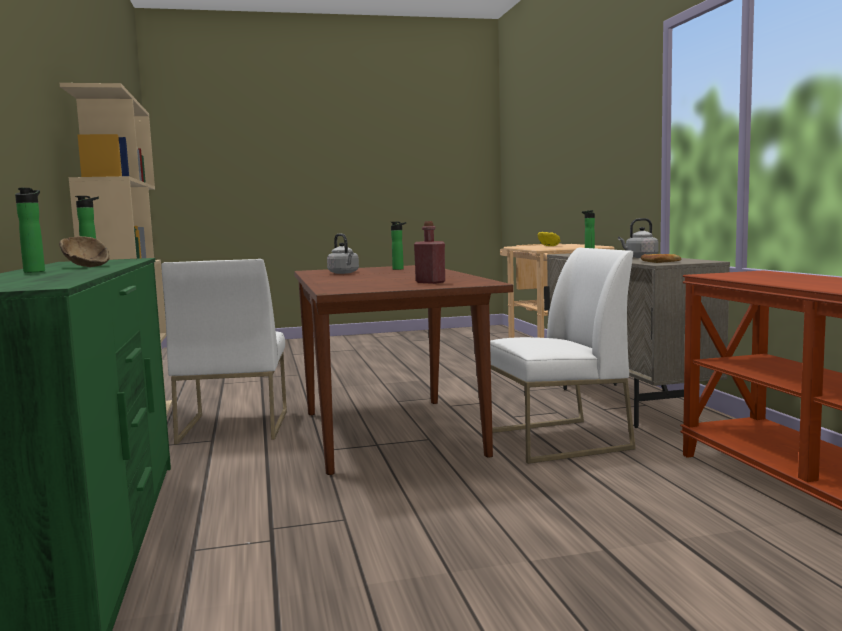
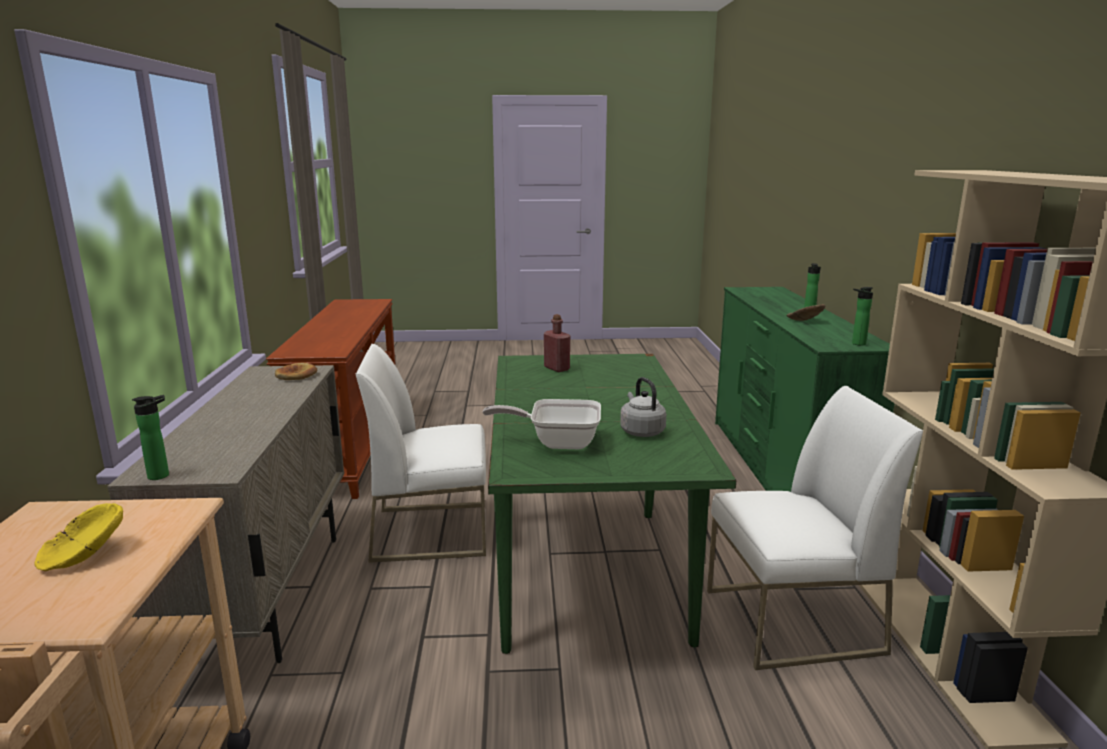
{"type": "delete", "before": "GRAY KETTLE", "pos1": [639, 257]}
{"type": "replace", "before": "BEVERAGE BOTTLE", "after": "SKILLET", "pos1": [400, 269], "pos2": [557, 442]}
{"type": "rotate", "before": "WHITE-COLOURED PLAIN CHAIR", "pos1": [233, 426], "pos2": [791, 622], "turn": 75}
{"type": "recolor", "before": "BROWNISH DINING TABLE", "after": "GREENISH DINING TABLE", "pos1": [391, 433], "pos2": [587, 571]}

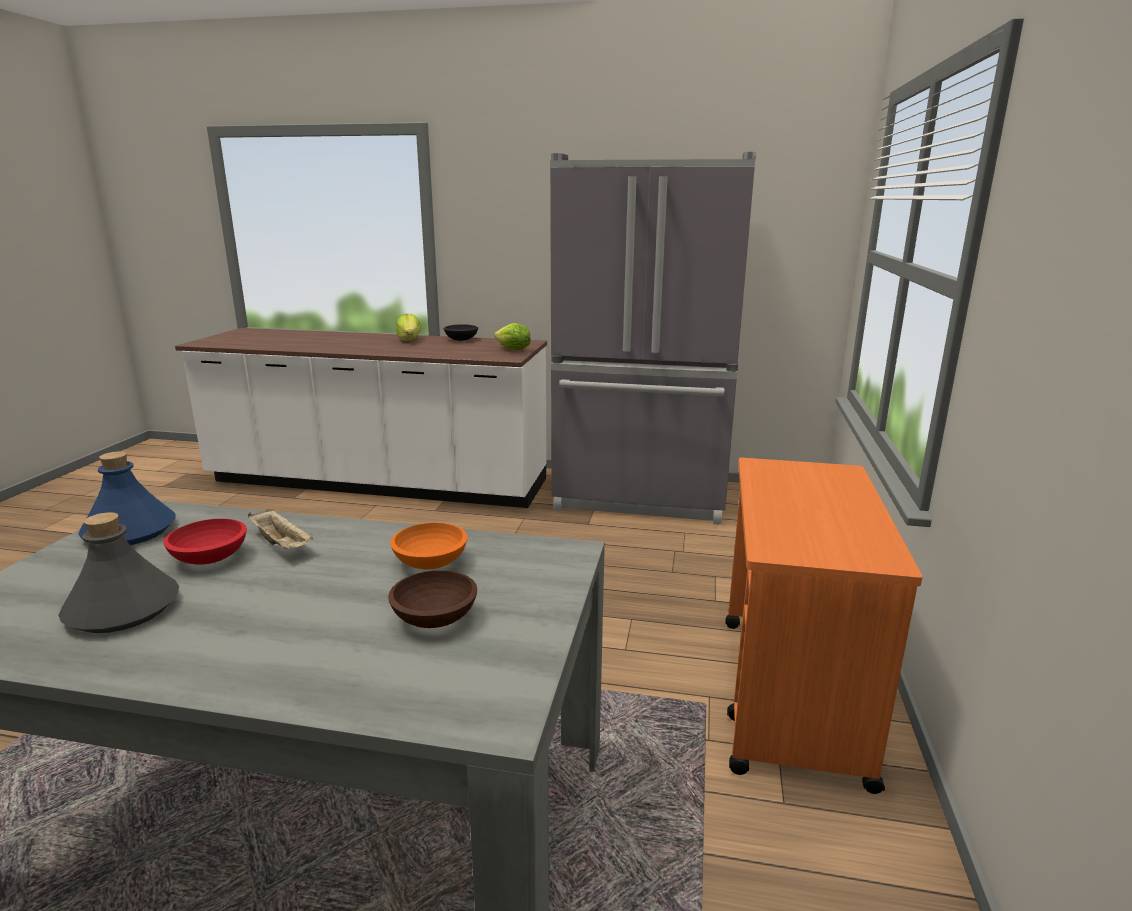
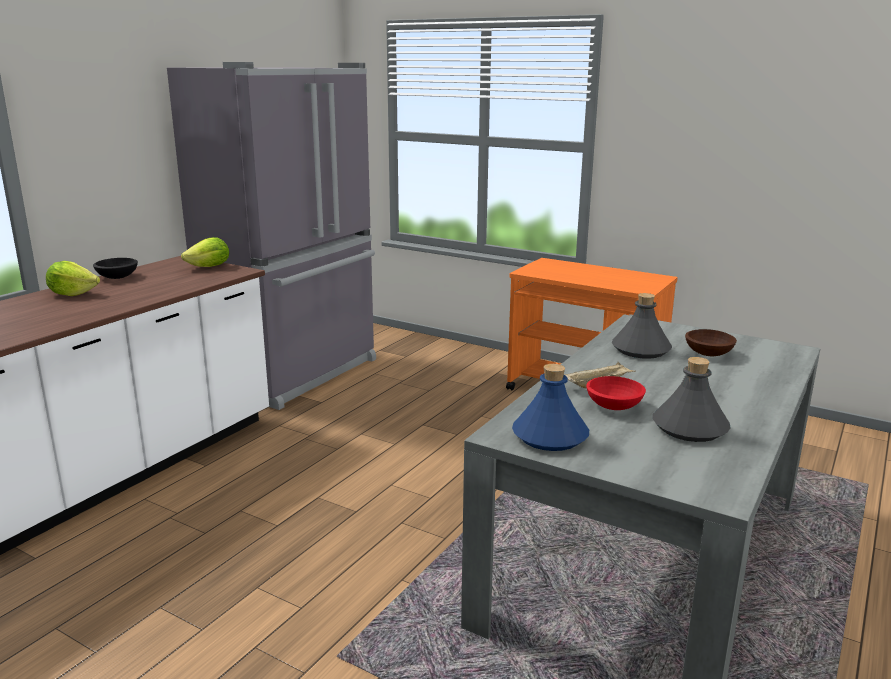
{"type": "replace", "before": "ORANGE BOWL", "after": "GRAY BEVERAGE BOTTLE", "pos1": [430, 563], "pos2": [641, 350]}

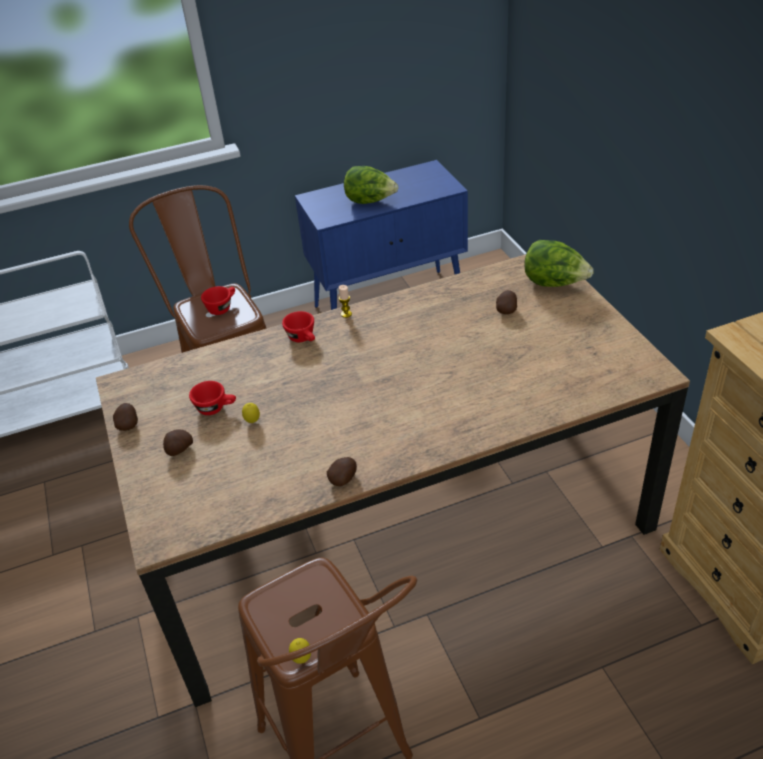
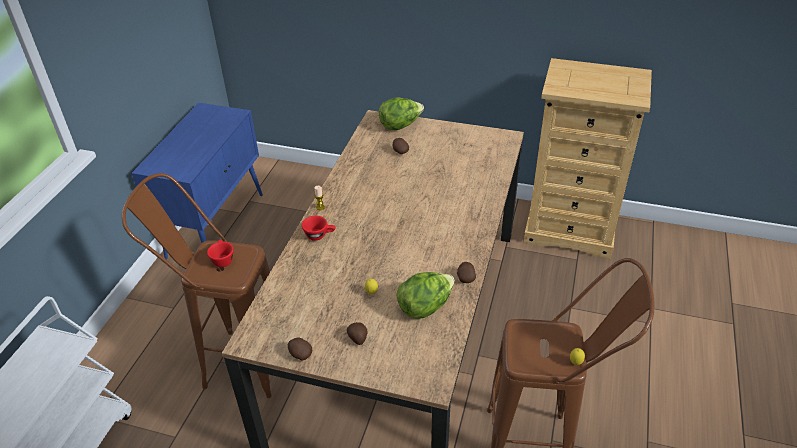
{"type": "move", "before": "LETTUCE HEAD", "pos1": [370, 201], "pos2": [425, 307]}
{"type": "delete", "before": "RED DRINKING CUP", "pos1": [216, 408]}

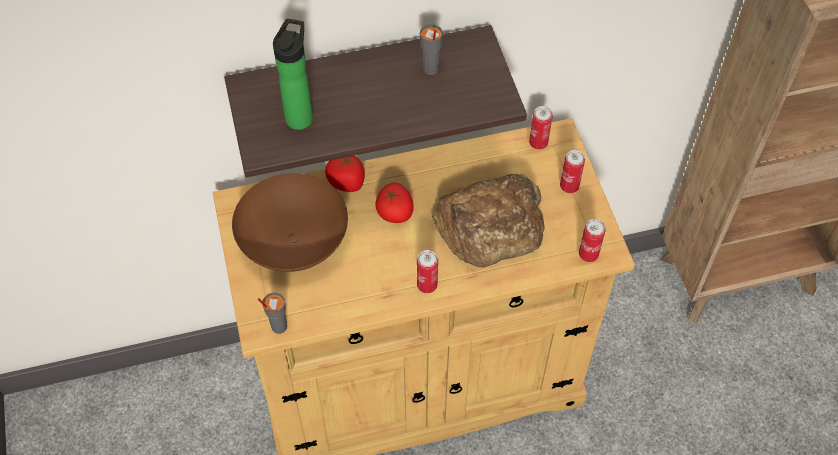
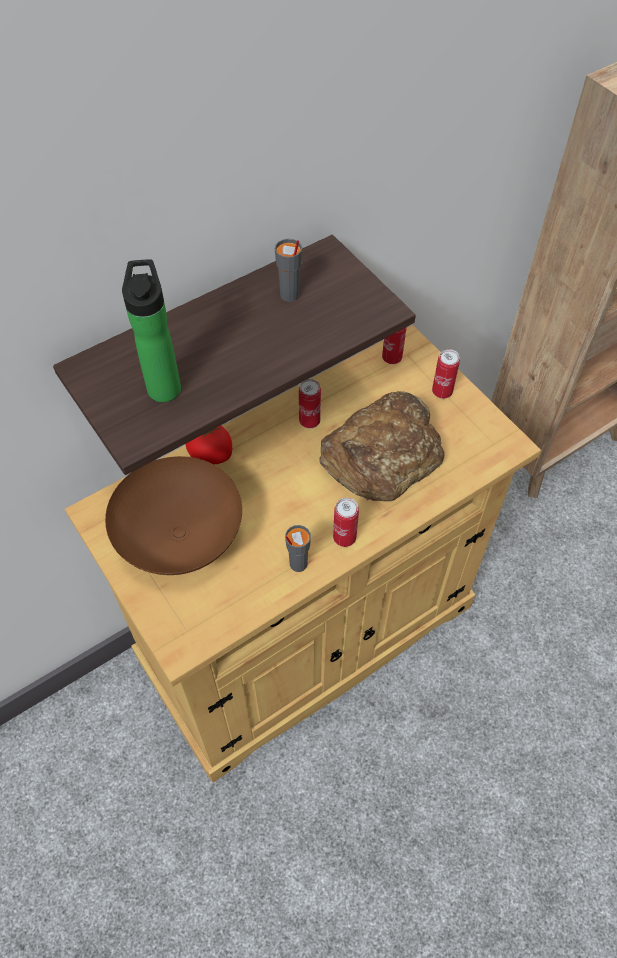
{"type": "delete", "before": "TOMATO", "pos1": [394, 212]}
{"type": "move", "before": "SEALED CAN", "pos1": [588, 255], "pos2": [309, 421]}
{"type": "move", "before": "GRAY DRINKING CUP", "pos1": [278, 326], "pos2": [297, 564]}

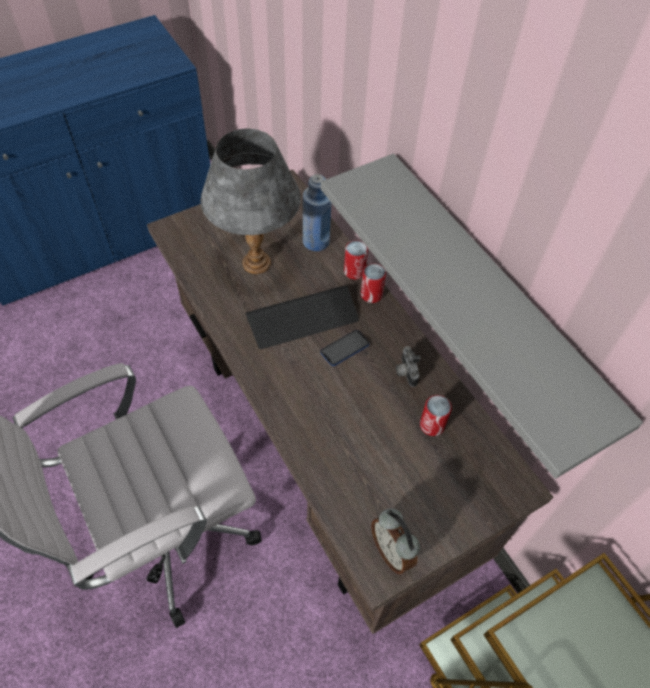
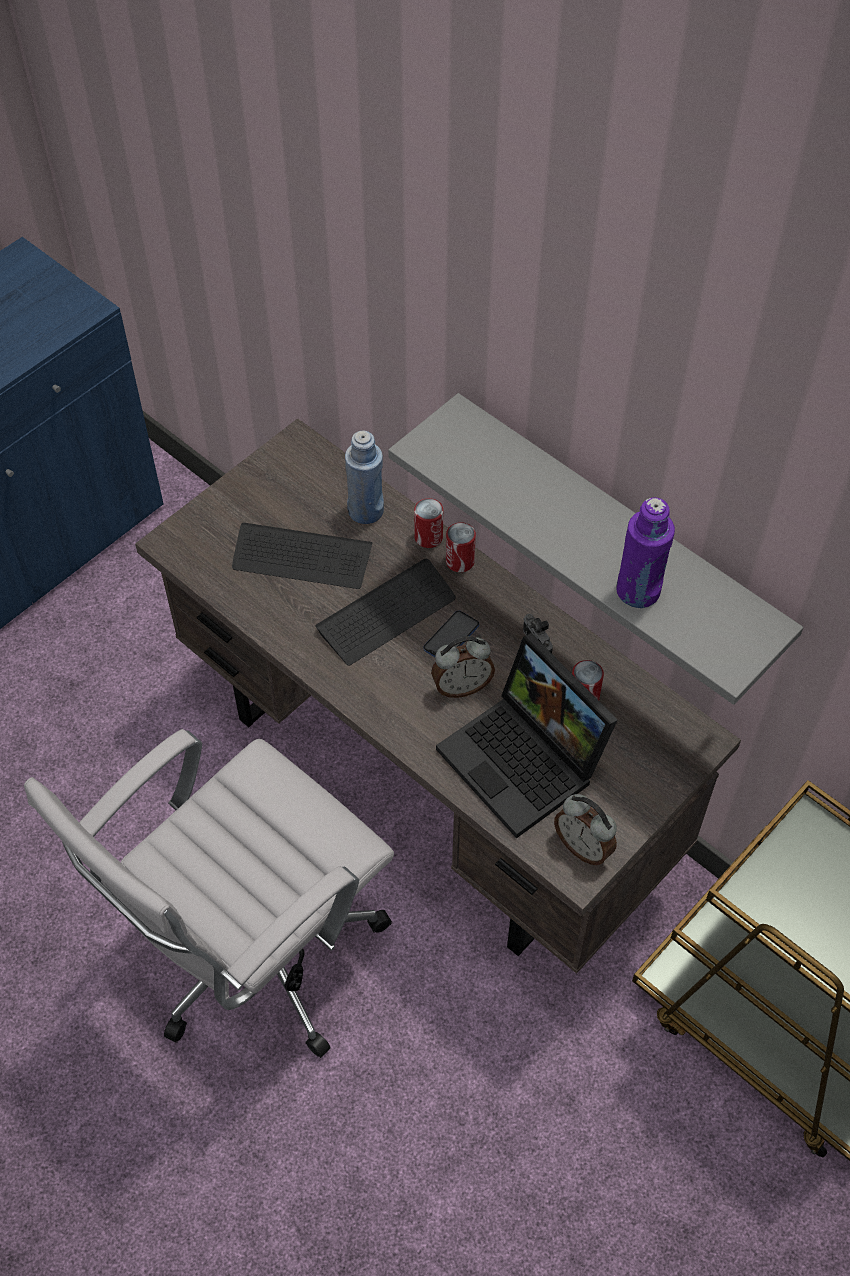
{"type": "replace", "before": "GRAY TABLE LAMP", "after": "KEYBOARD", "pos1": [257, 263], "pos2": [302, 558]}
{"type": "insert", "after": "PURPLISH BEVERAGE BOTTLE", "pos2": [638, 591]}
{"type": "insert", "after": "PORTABLE COMPUTER", "pos2": [526, 761]}
{"type": "insert", "after": "ALARM CLOCK", "pos2": [461, 686]}

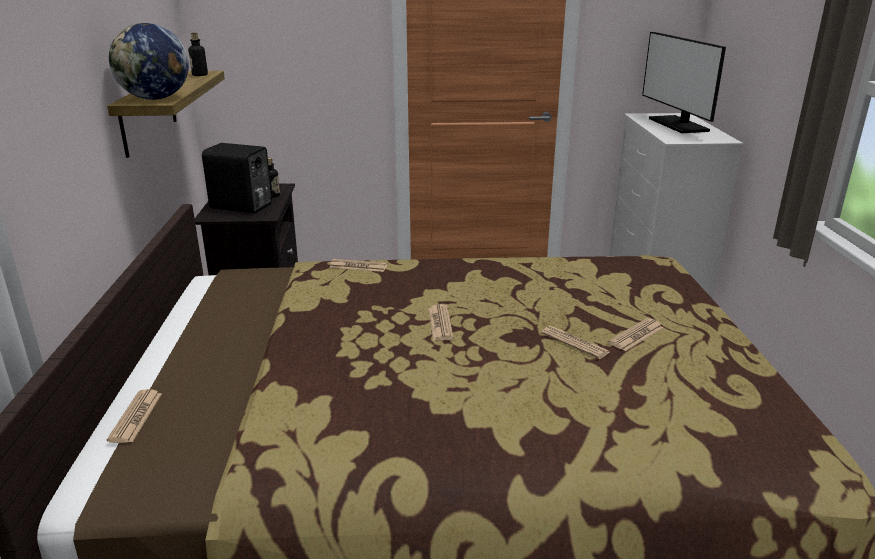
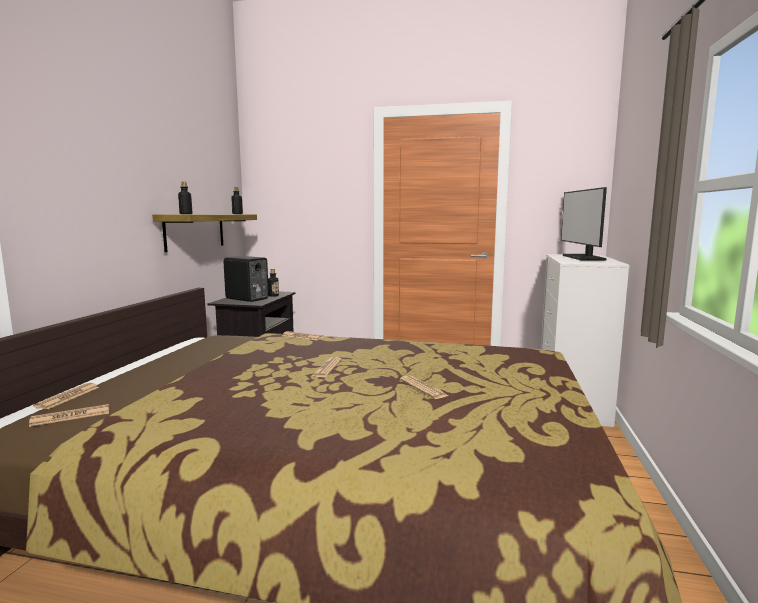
{"type": "replace", "before": "GLOBE", "after": "BEVERAGE BOTTLE", "pos1": [155, 99], "pos2": [186, 214]}
{"type": "move", "before": "NEWSPAPER", "pos1": [636, 335], "pos2": [71, 416]}

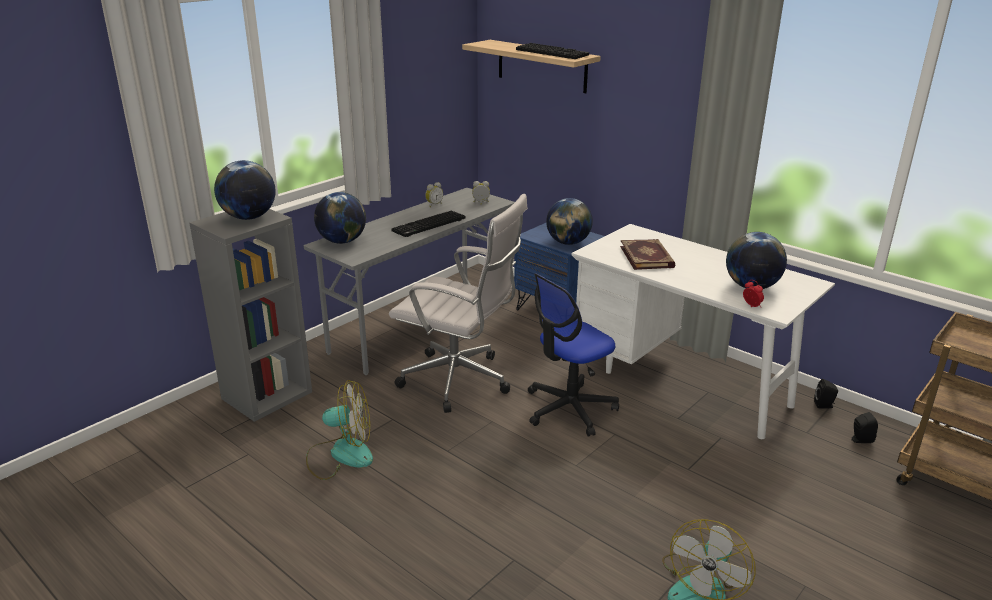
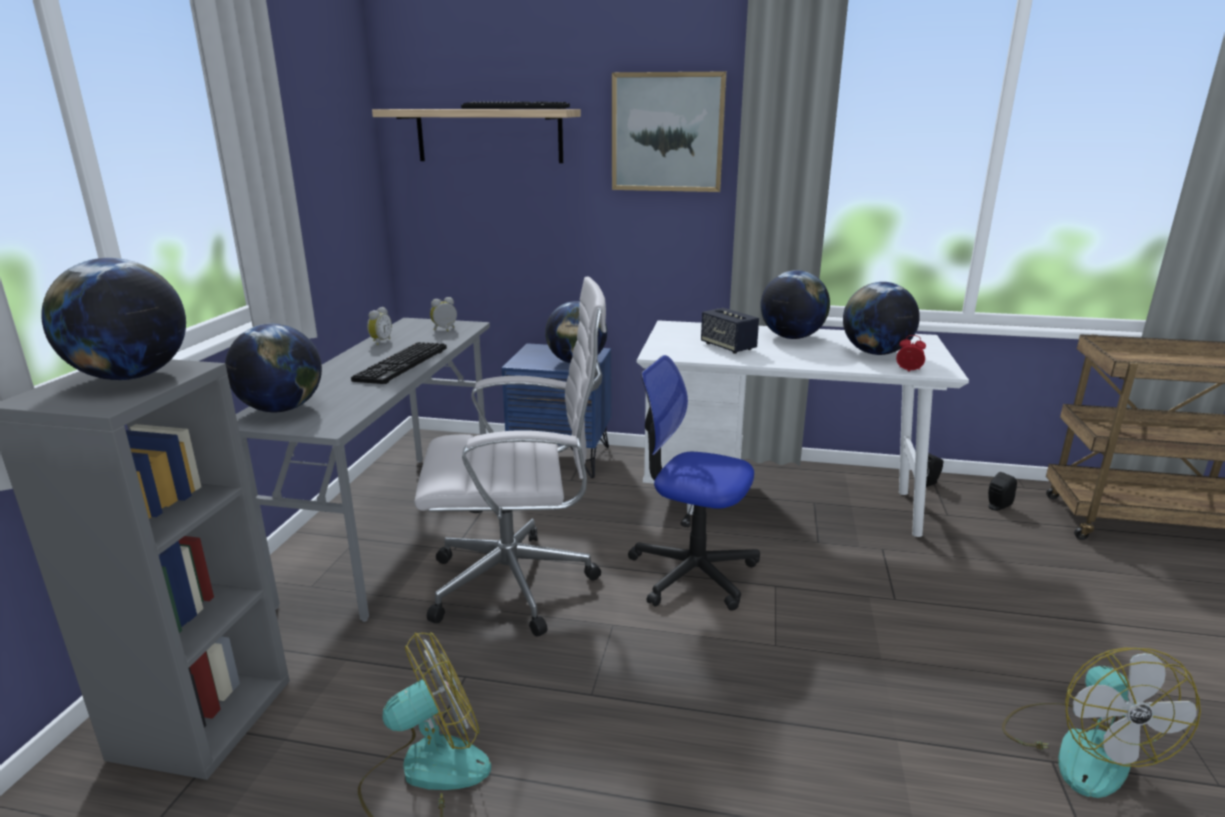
{"type": "replace", "before": "BOOK", "after": "LOUDSPEAKER", "pos1": [647, 257], "pos2": [728, 347]}
{"type": "rotate", "before": "DESK CHAIR", "pos1": [569, 409], "pos2": [692, 572], "turn": 90}
{"type": "insert", "after": "WALL ART", "pos2": [667, 132]}
{"type": "insert", "after": "GLOBE", "pos2": [791, 337]}

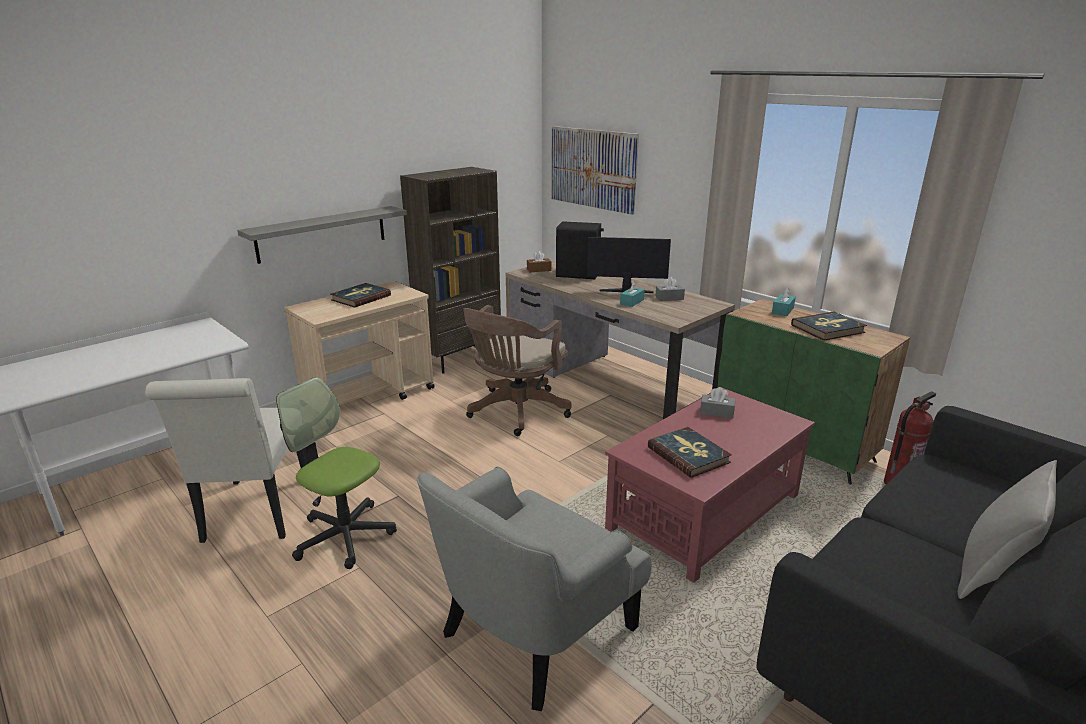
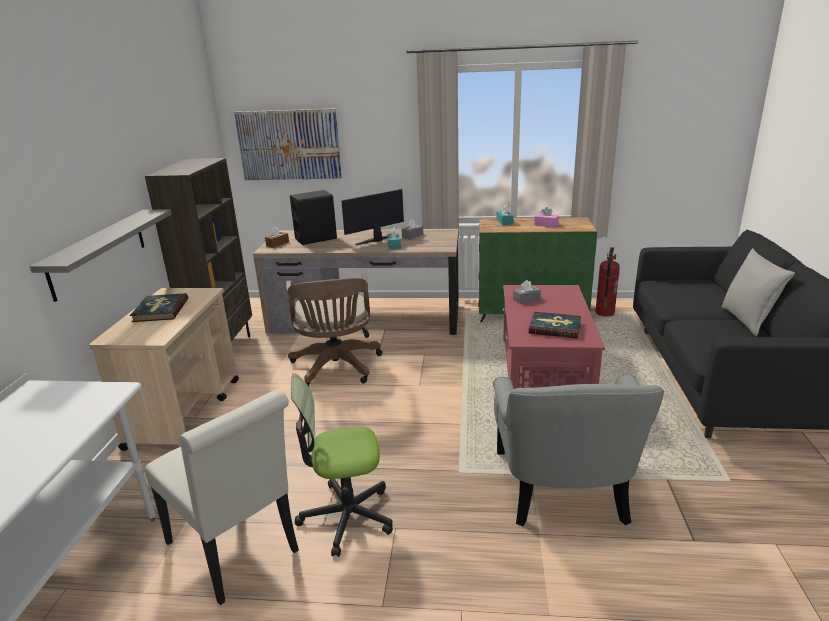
{"type": "replace", "before": "BOOK", "after": "PINKISH TISSUE BOX", "pos1": [828, 329], "pos2": [546, 224]}

